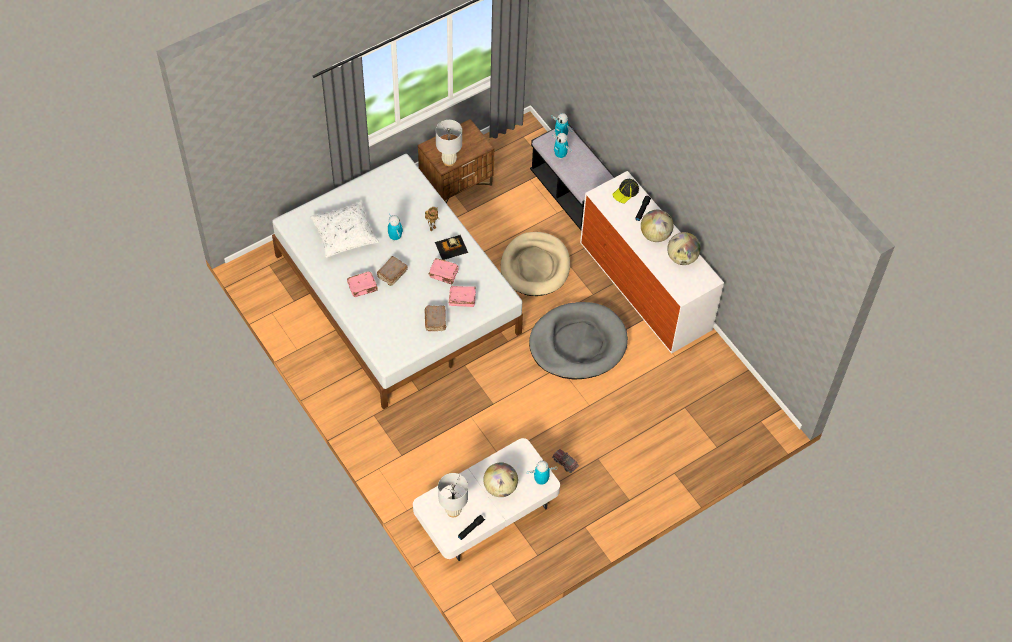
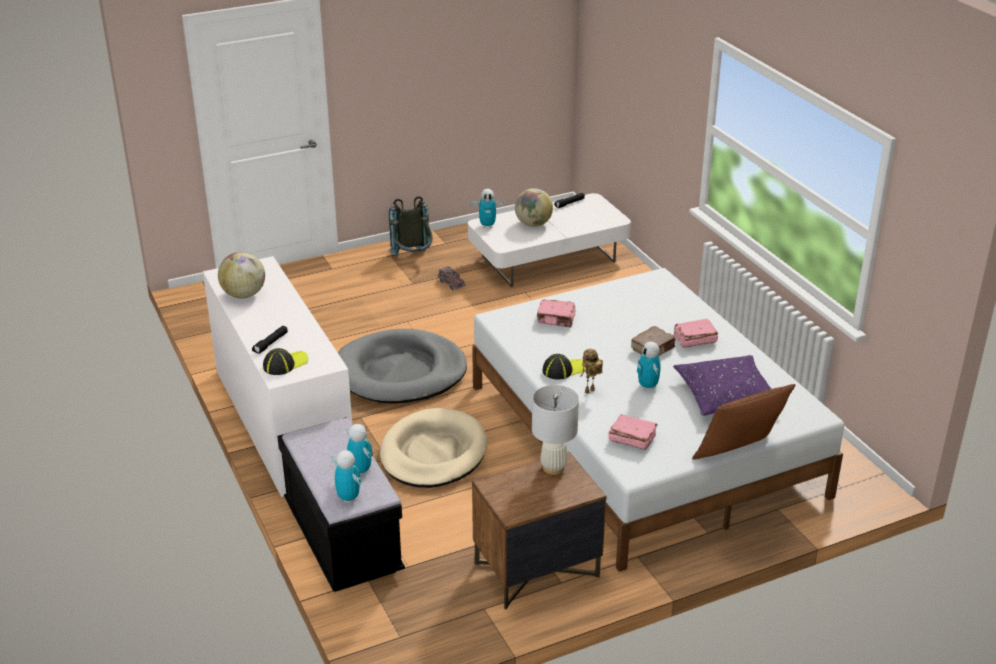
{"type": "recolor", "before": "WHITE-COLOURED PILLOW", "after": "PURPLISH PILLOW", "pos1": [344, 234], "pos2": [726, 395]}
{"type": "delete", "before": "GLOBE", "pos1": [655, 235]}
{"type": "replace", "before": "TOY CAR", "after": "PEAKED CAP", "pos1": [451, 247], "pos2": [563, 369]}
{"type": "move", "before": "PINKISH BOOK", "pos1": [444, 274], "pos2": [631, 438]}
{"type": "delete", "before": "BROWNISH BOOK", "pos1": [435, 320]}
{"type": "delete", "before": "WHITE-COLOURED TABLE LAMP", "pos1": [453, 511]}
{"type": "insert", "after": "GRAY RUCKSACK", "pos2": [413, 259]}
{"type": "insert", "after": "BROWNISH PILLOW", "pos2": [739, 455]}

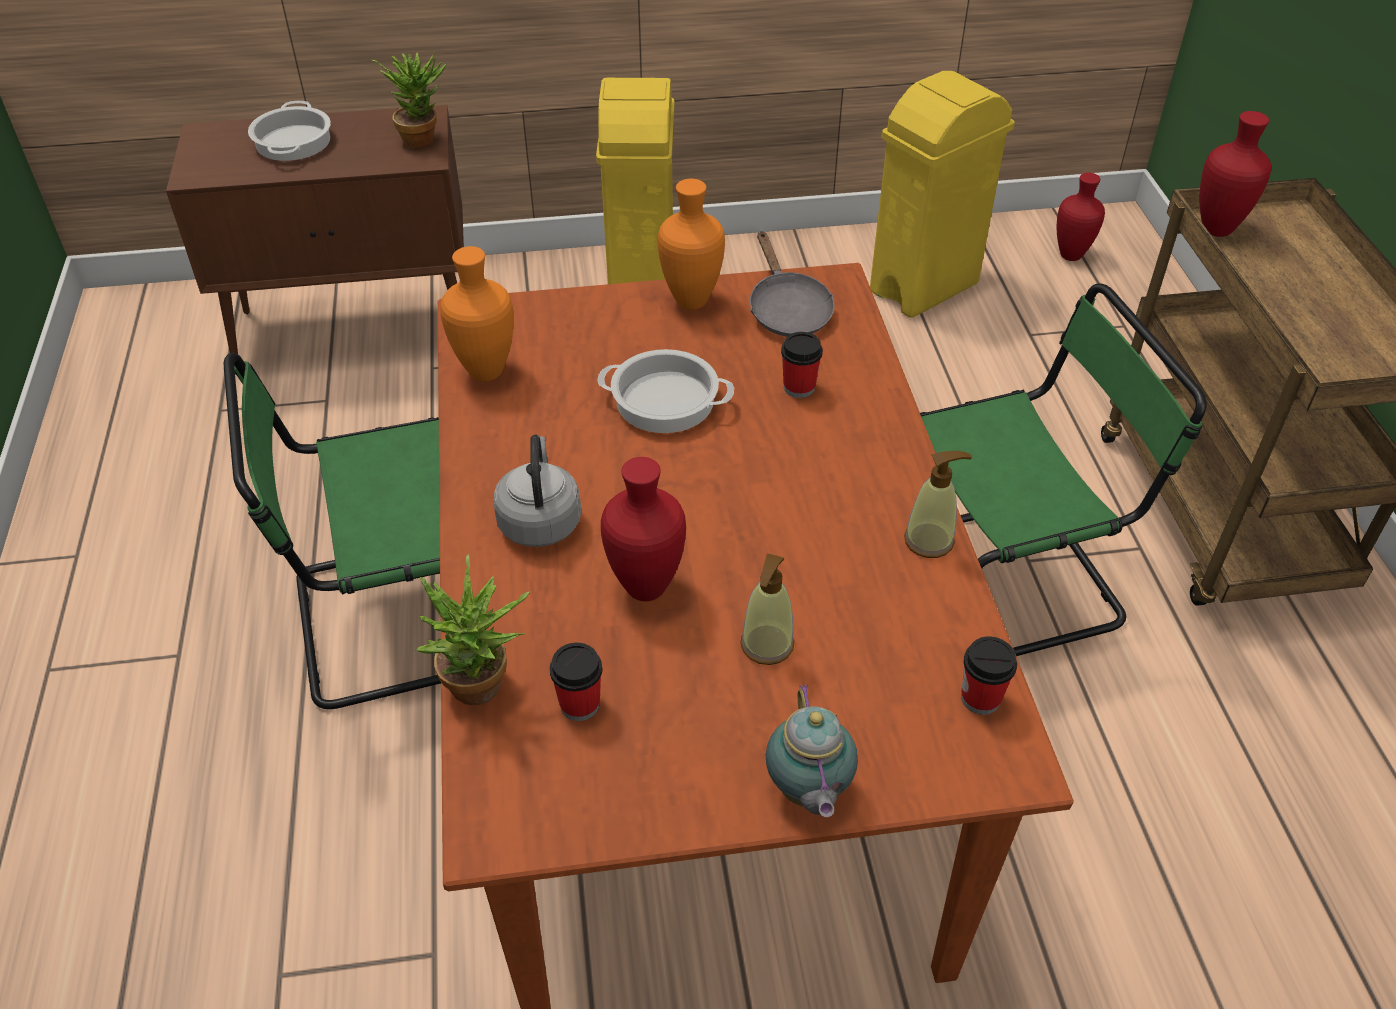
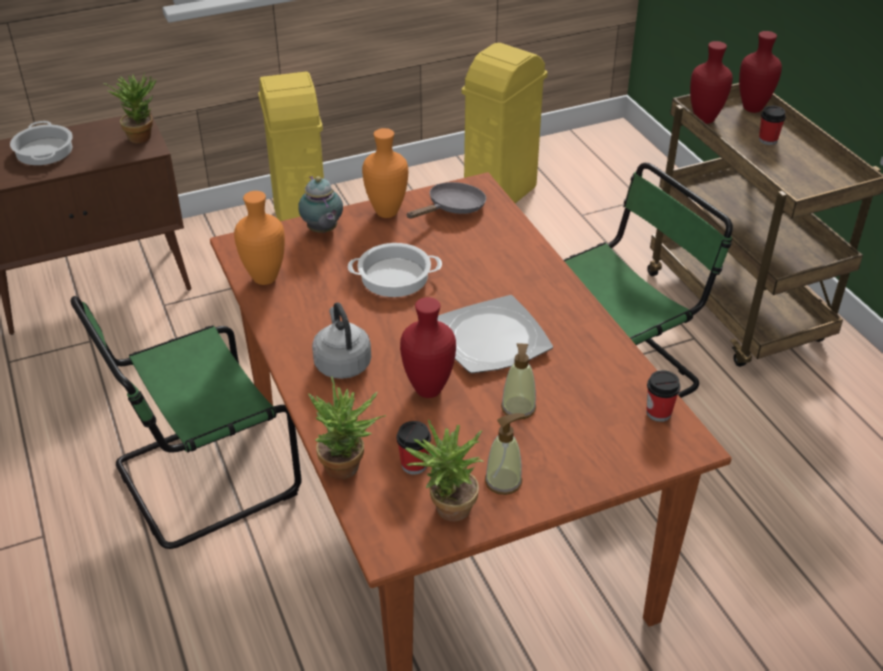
{"type": "move", "before": "RED DECORATIVE VASE", "pos1": [1069, 256], "pos2": [752, 109]}
{"type": "rotate", "before": "GRAY SKILLET", "pos1": [787, 310], "pos2": [452, 208], "turn": -105}
{"type": "move", "before": "DRINKING CUP", "pos1": [799, 388], "pos2": [768, 140]}
{"type": "move", "before": "SOAP DISPENSER", "pos1": [929, 540], "pos2": [503, 481]}
{"type": "move", "before": "TEAPOT", "pos1": [807, 792], "pos2": [322, 231]}
{"type": "insert", "after": "DINNER PLATE", "pos2": [491, 339]}
{"type": "insert", "after": "POTTED PLANT", "pos2": [446, 510]}

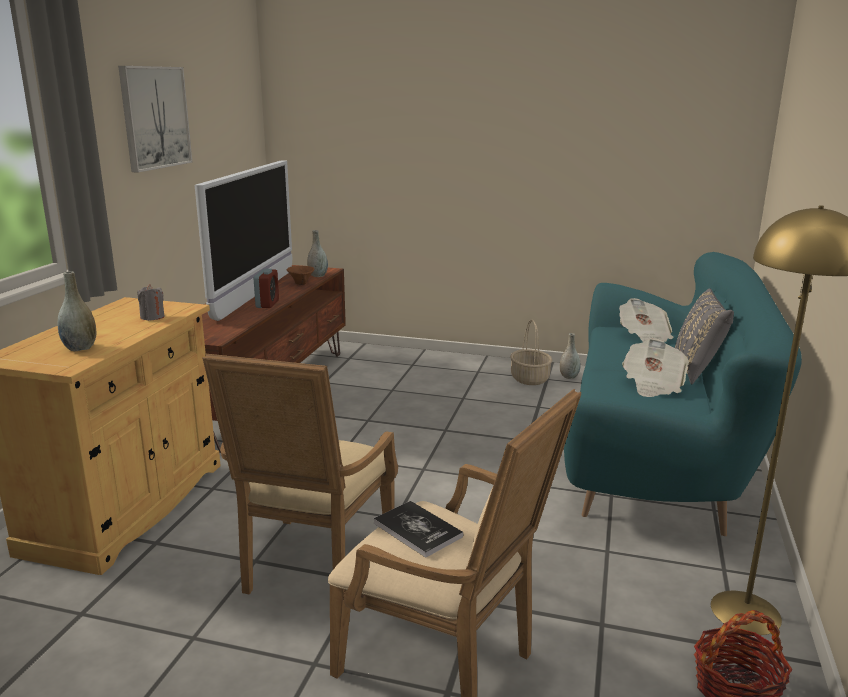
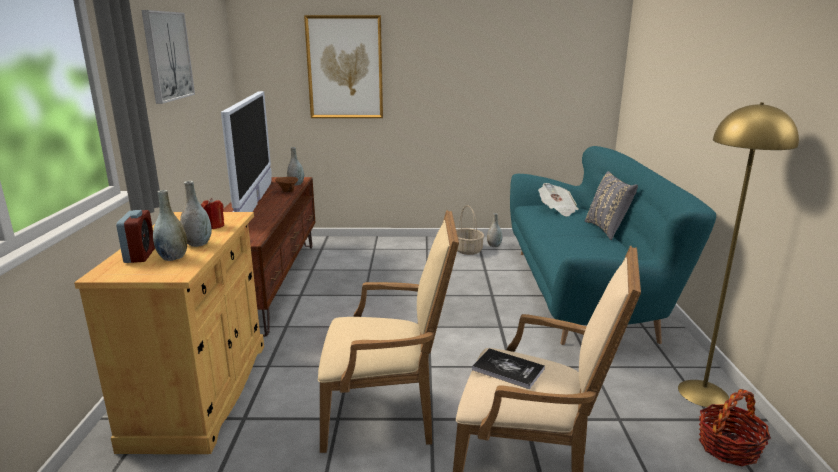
{"type": "move", "before": "ALARM CLOCK", "pos1": [267, 304], "pos2": [140, 255]}
{"type": "recolor", "before": "GRAY WAX LIGHT", "after": "RED WAX LIGHT", "pos1": [152, 317], "pos2": [214, 226]}
{"type": "delete", "before": "NEWSPAPER", "pos1": [652, 385]}
{"type": "rotate", "before": "BEIGE-COLOURED LOUNGE CHAIR", "pos1": [312, 568], "pos2": [388, 416], "turn": -90}
{"type": "insert", "after": "WALL ART", "pos2": [345, 67]}
{"type": "insert", "after": "GRAY DECORATIVE VASE", "pos2": [198, 244]}

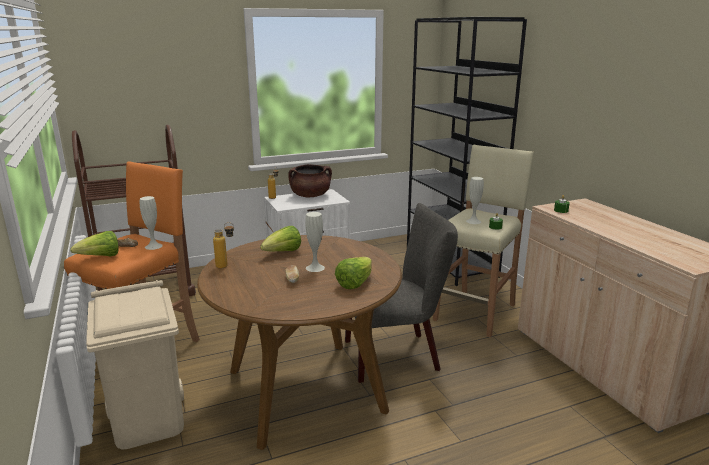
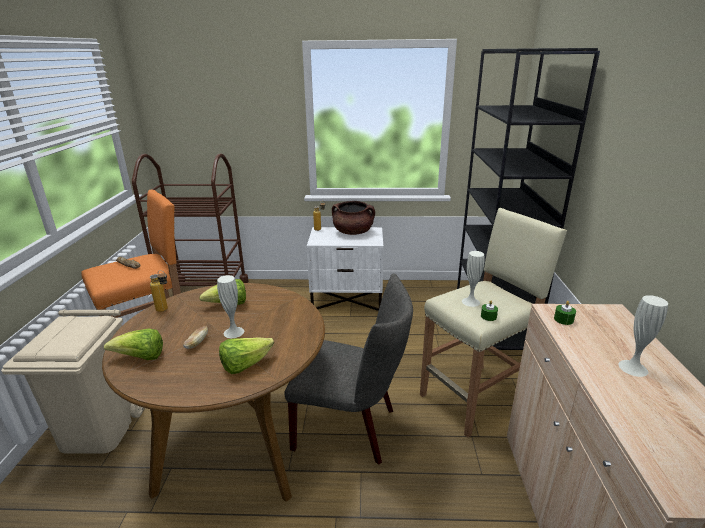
{"type": "move", "before": "WHITE-COLOURED DECORATIVE VASE", "pos1": [153, 246], "pos2": [633, 368]}
{"type": "move", "before": "LETTUCE HEAD", "pos1": [101, 257], "pos2": [141, 358]}

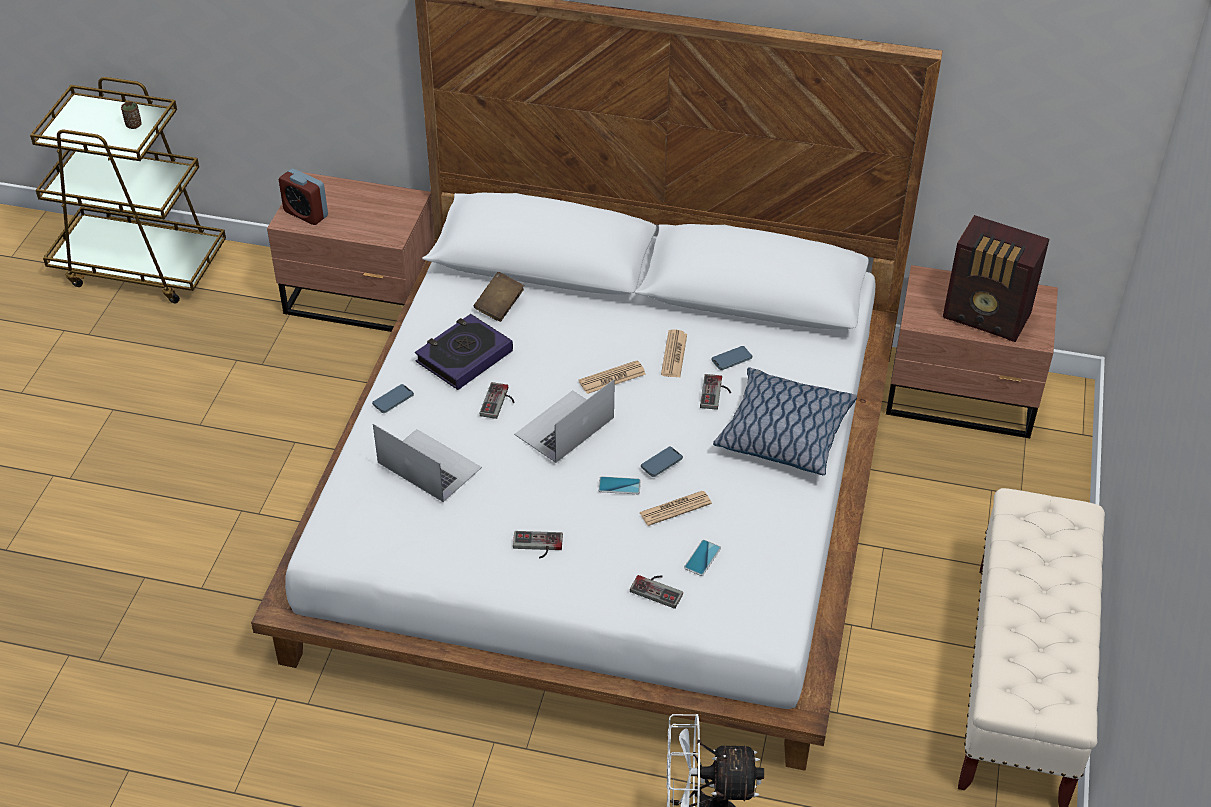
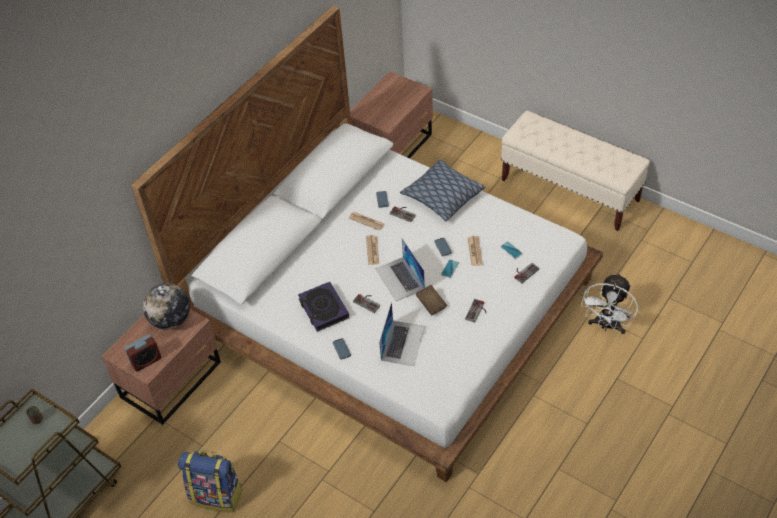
{"type": "delete", "before": "RADIO", "pos1": [987, 317]}
{"type": "move", "before": "BROWNISH BOOK", "pos1": [499, 306], "pos2": [431, 304]}
{"type": "rotate", "before": "PORTABLE COMPUTER", "pos1": [429, 465], "pos2": [403, 343], "turn": 135}
{"type": "insert", "after": "GLOBE", "pos2": [171, 320]}
{"type": "insert", "after": "RUCKSACK", "pos2": [217, 495]}

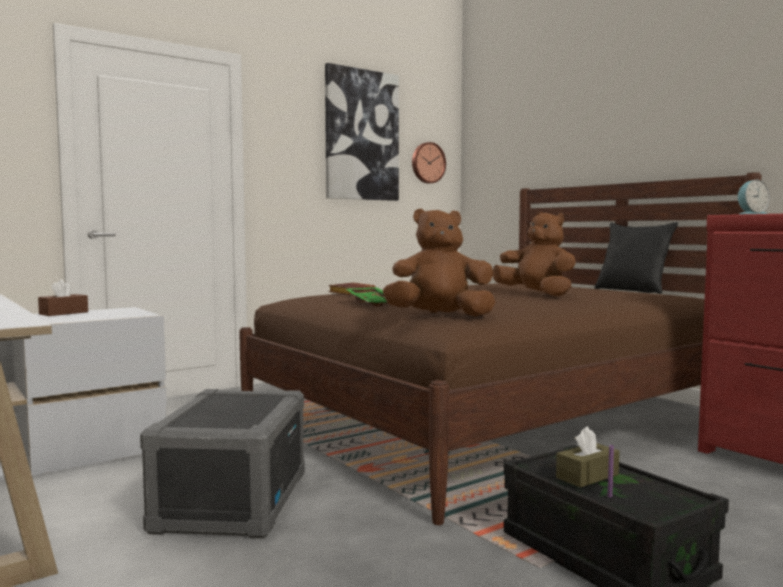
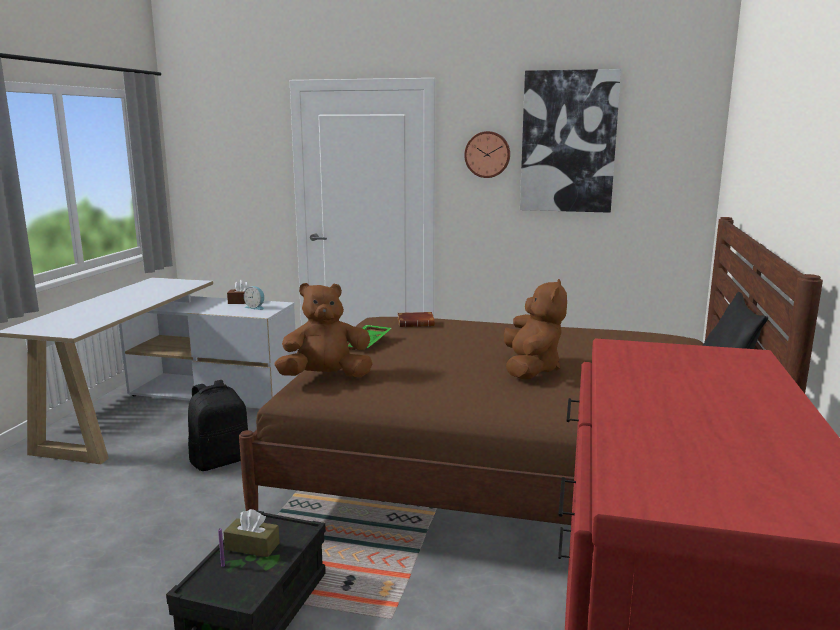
{"type": "move", "before": "WALL CLOCK", "pos1": [427, 163], "pos2": [487, 154]}
{"type": "move", "before": "ALARM CLOCK", "pos1": [750, 214], "pos2": [255, 307]}
{"type": "rotate", "before": "BROWNISH CUDDLY TOY", "pos1": [440, 316], "pos2": [325, 377], "turn": -60}
{"type": "replace", "before": "GRAY STORAGE CONTAINER", "after": "BLACKISH RUCKSACK", "pos1": [232, 501], "pos2": [220, 461]}

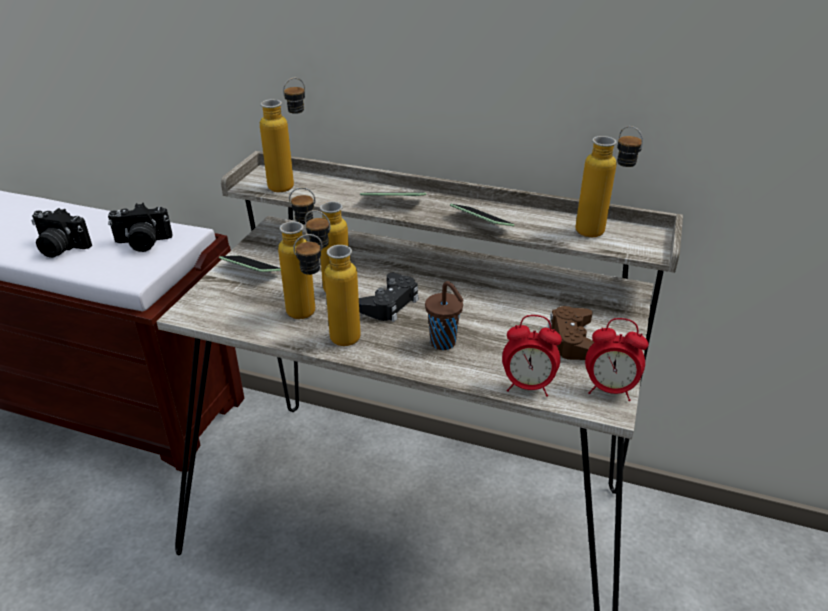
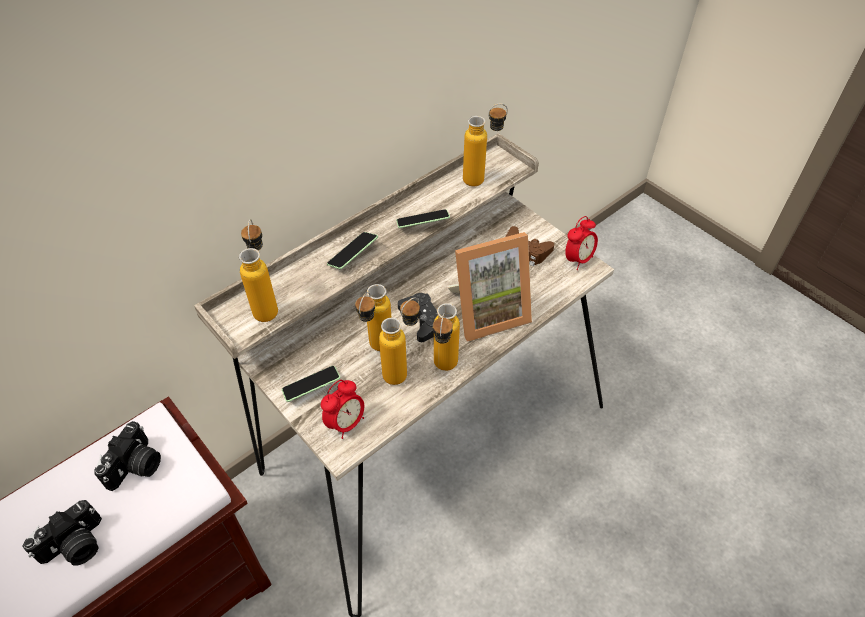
{"type": "replace", "before": "BROWNISH DRINKING CUP", "after": "PICTURE FRAME", "pos1": [444, 343], "pos2": [487, 312]}
{"type": "move", "before": "ALARM CLOCK", "pos1": [527, 386], "pos2": [346, 423]}

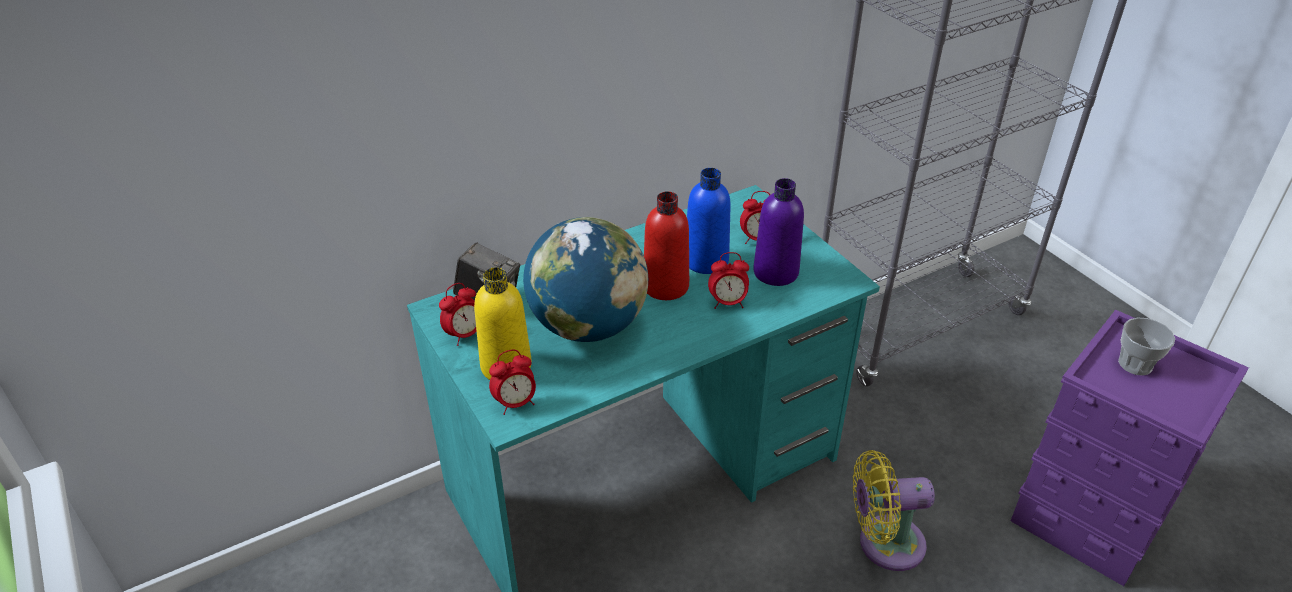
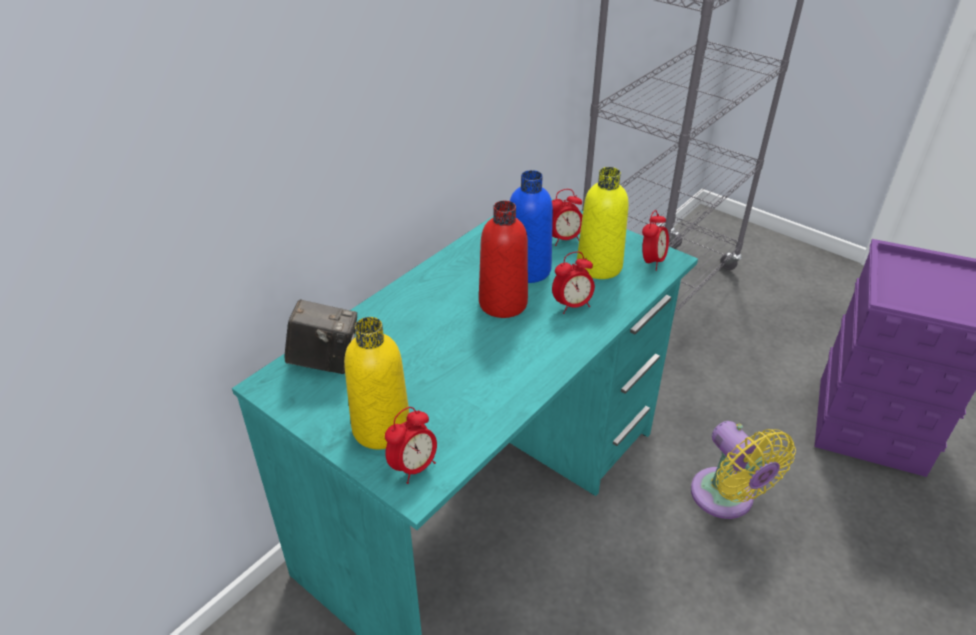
{"type": "recolor", "before": "PURPLISH BEVERAGE BOTTLE", "after": "YELLOWISH BEVERAGE BOTTLE", "pos1": [775, 272], "pos2": [599, 266]}
{"type": "delete", "before": "GLOBE", "pos1": [588, 326]}
{"type": "move", "before": "ALARM CLOCK", "pos1": [464, 335], "pos2": [652, 262]}
{"type": "delete", "before": "DRINKING CUP", "pos1": [1135, 364]}
{"type": "rotate", "before": "YELLOWISH COOLING FAN", "pos1": [884, 543], "pos2": [726, 499], "turn": -90}

